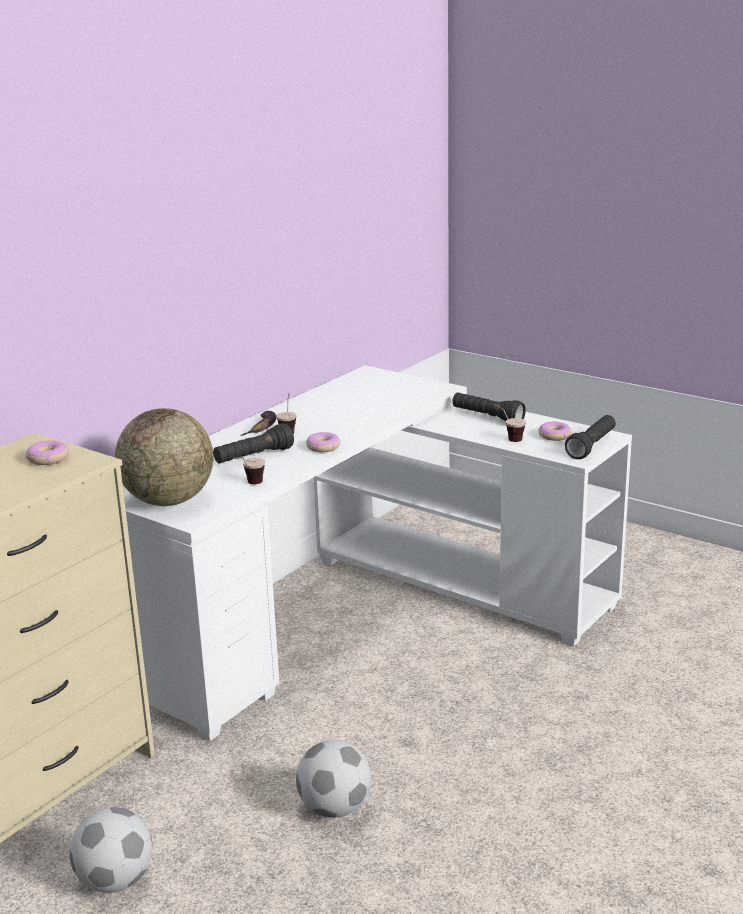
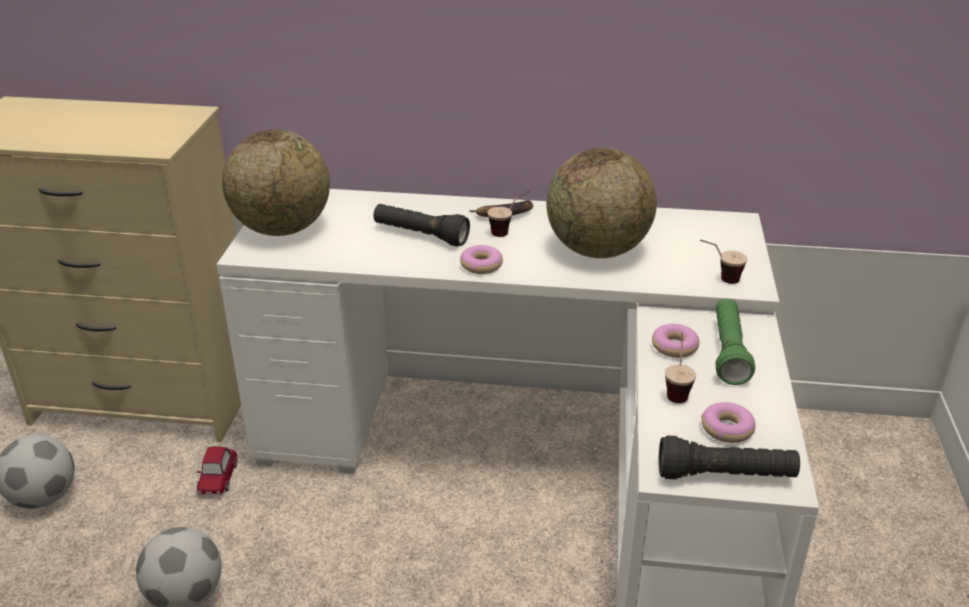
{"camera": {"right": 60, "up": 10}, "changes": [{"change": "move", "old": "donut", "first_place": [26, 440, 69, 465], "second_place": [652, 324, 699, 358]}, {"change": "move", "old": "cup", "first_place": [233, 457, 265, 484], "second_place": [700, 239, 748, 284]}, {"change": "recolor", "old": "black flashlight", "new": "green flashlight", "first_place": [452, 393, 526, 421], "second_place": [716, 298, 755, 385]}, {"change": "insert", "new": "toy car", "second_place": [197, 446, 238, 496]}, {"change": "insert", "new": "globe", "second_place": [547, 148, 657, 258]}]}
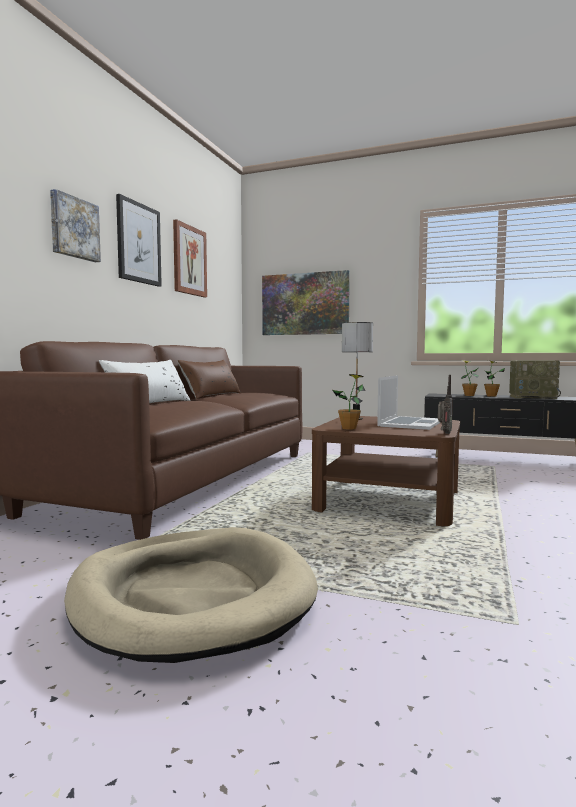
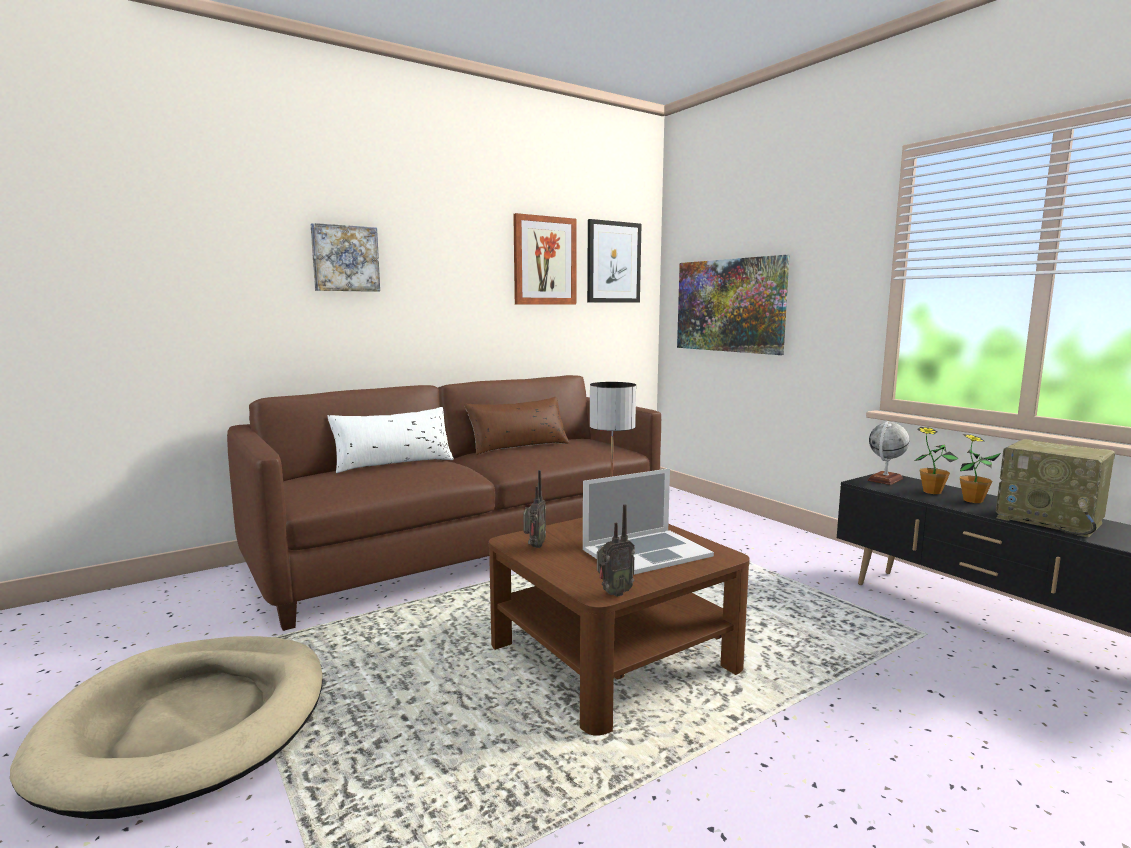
{"camera": {"right": 35, "up": 5}, "changes": [{"change": "move", "old": "picture", "first_place": [116, 194, 162, 287], "second_place": [587, 219, 641, 303]}, {"change": "replace", "old": "potted plant", "new": "radio", "first_place": [332, 374, 365, 430], "second_place": [523, 470, 546, 548]}, {"change": "insert", "new": "globe", "second_place": [867, 421, 910, 485]}]}
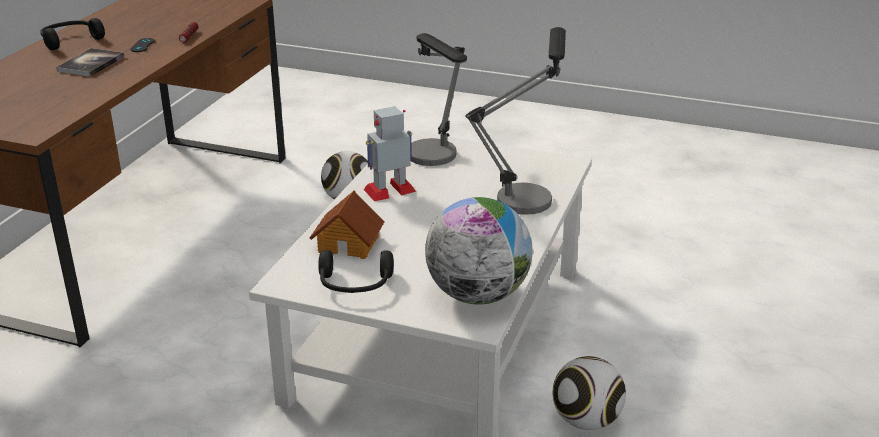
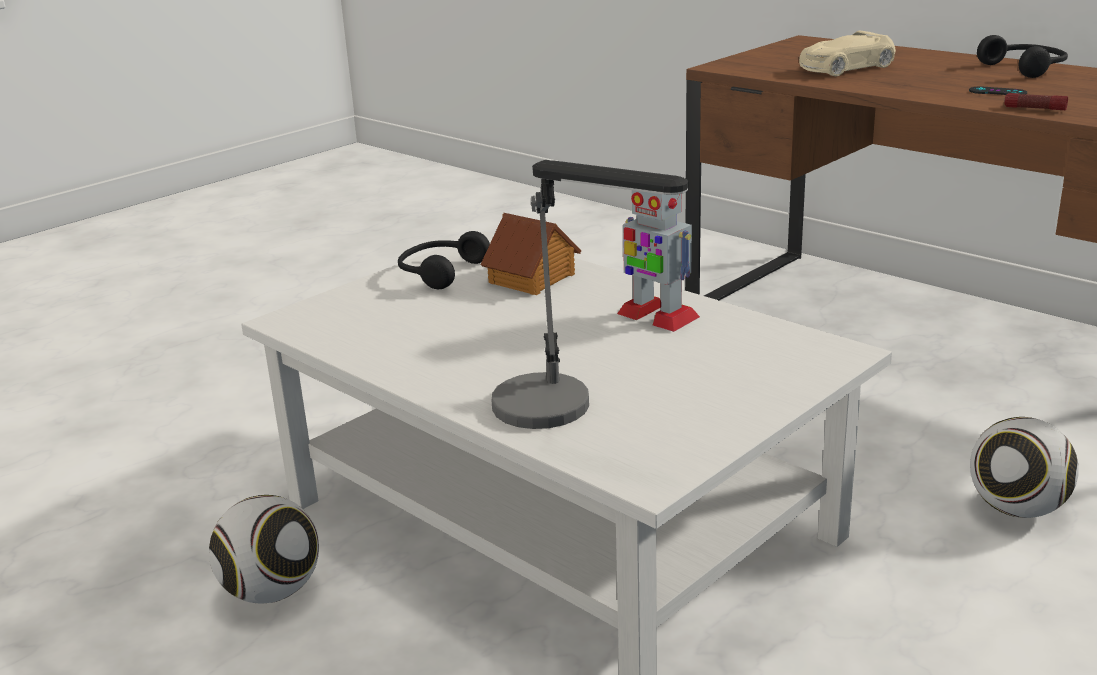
{"camera": {"right": 115, "up": -5}, "changes": [{"change": "delete", "old": "book", "first_place": [56, 48, 124, 77]}, {"change": "rotate", "old": "toy robot", "first_place": [364, 106, 416, 201], "second_place": [617, 190, 700, 332], "degrees": 135}, {"change": "delete", "old": "table lamp", "first_place": [411, 33, 467, 166]}, {"change": "delete", "old": "globe", "first_place": [425, 197, 532, 305]}, {"change": "insert", "new": "beige toy car", "second_place": [799, 31, 896, 76]}]}
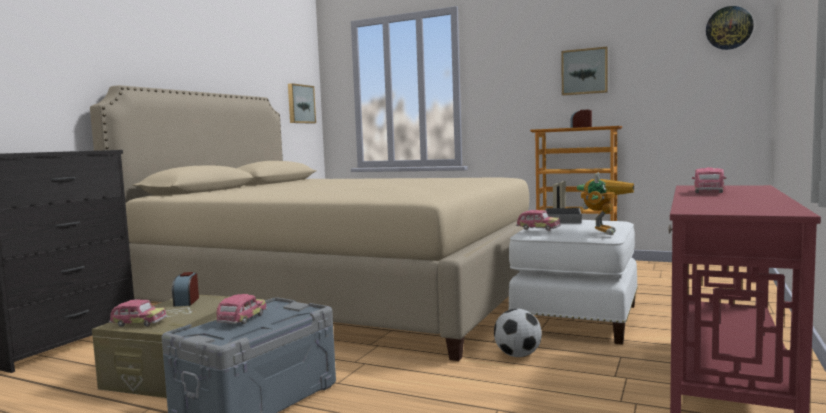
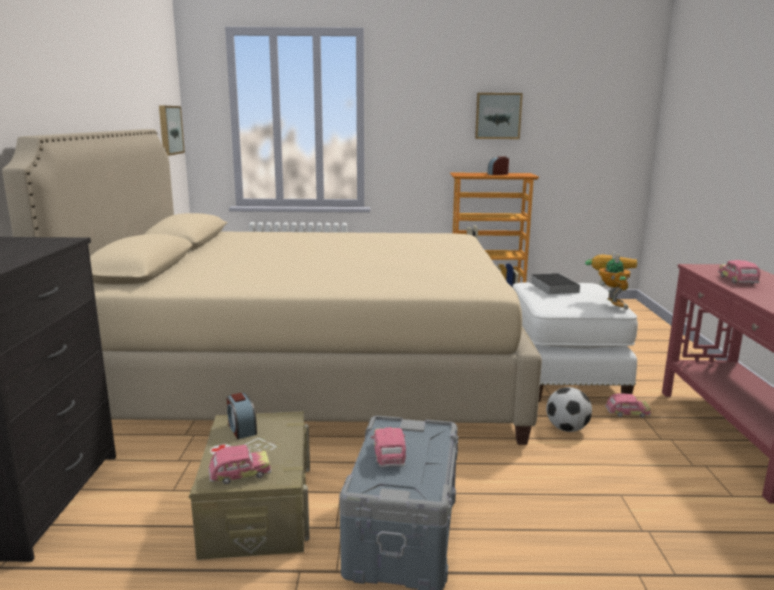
{"camera": {"right": -25, "up": 10}, "changes": [{"change": "move", "old": "toy car", "first_place": [516, 210, 560, 231], "second_place": [605, 393, 651, 418]}, {"change": "delete", "old": "wall clock", "first_place": [706, 6, 754, 50]}]}
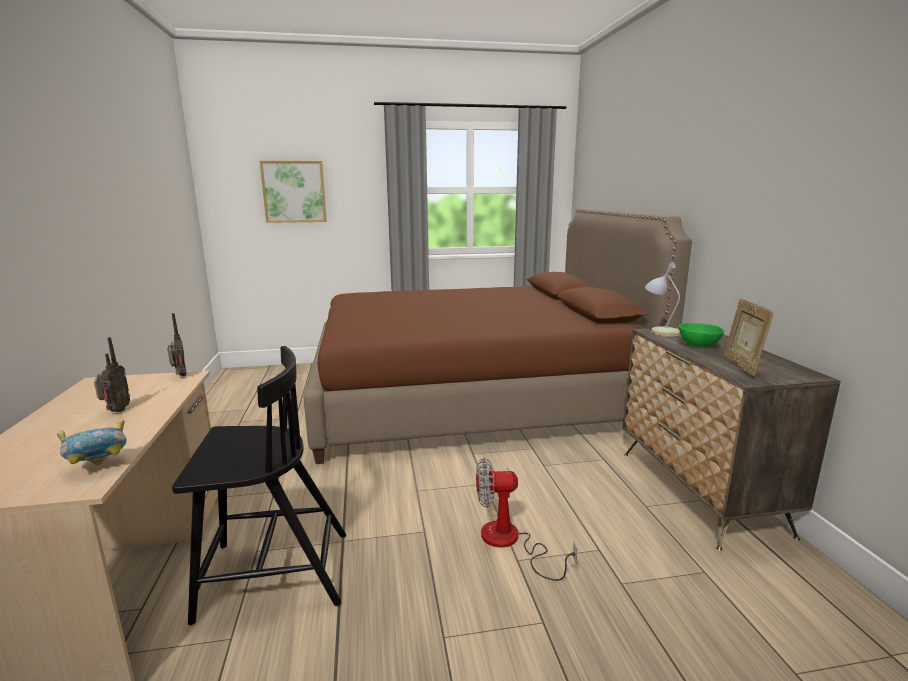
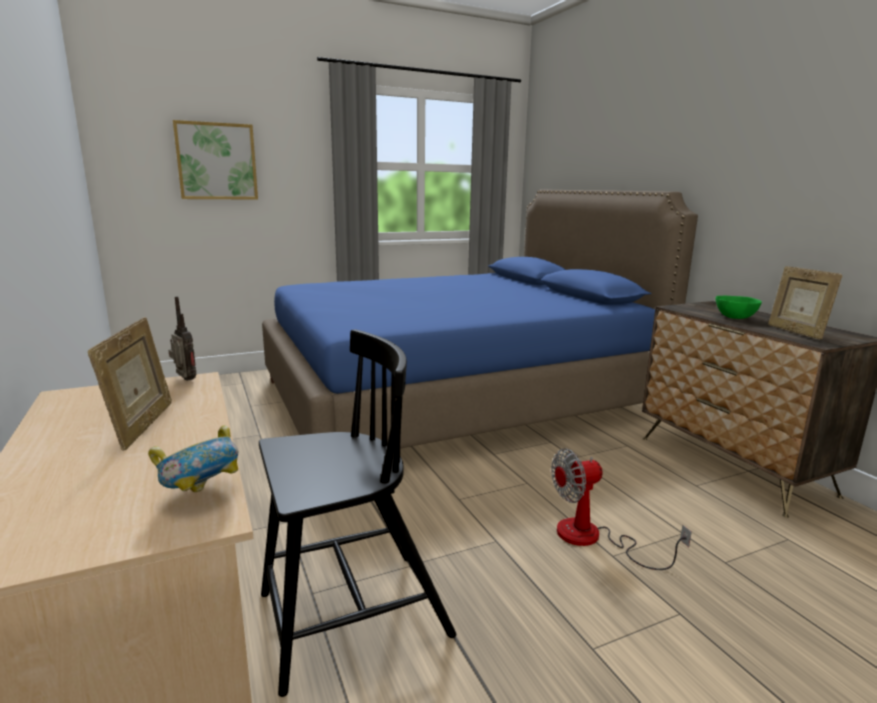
{"camera": {"right": -15, "up": 0}, "changes": [{"change": "replace", "old": "radio", "new": "picture frame", "first_place": [94, 337, 130, 412], "second_place": [88, 317, 172, 451]}, {"change": "recolor", "old": "brown bed", "new": "blue bed", "first_place": [303, 209, 692, 464], "second_place": [262, 190, 698, 448]}, {"change": "delete", "old": "table lamp", "first_place": [645, 261, 680, 337]}]}
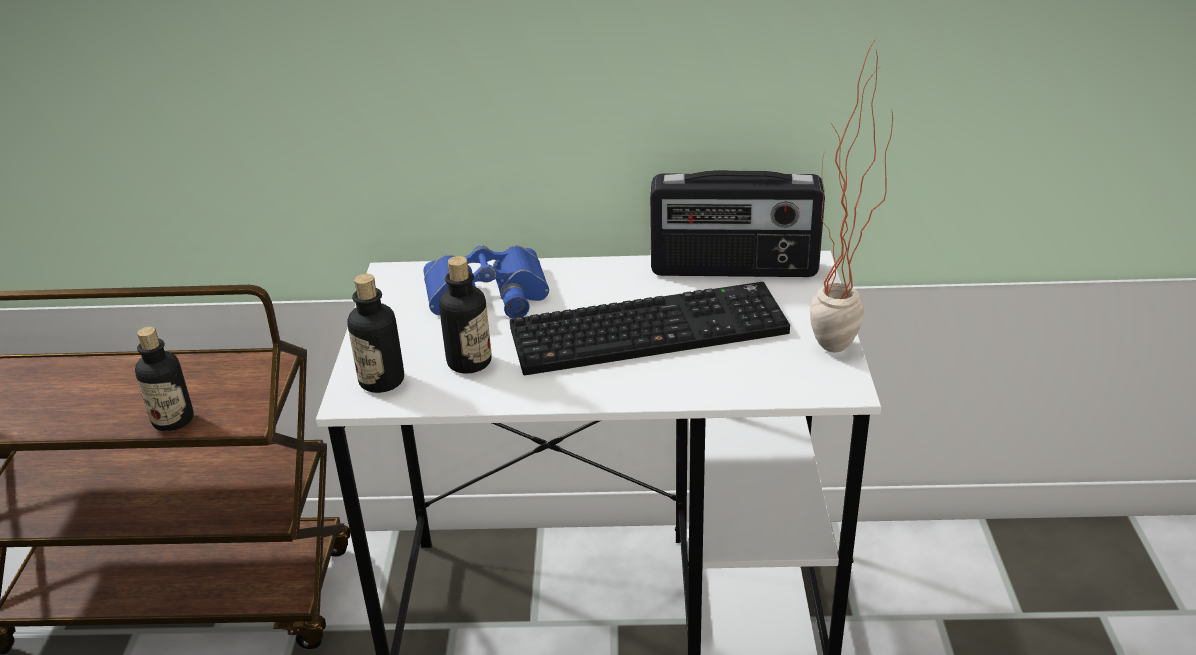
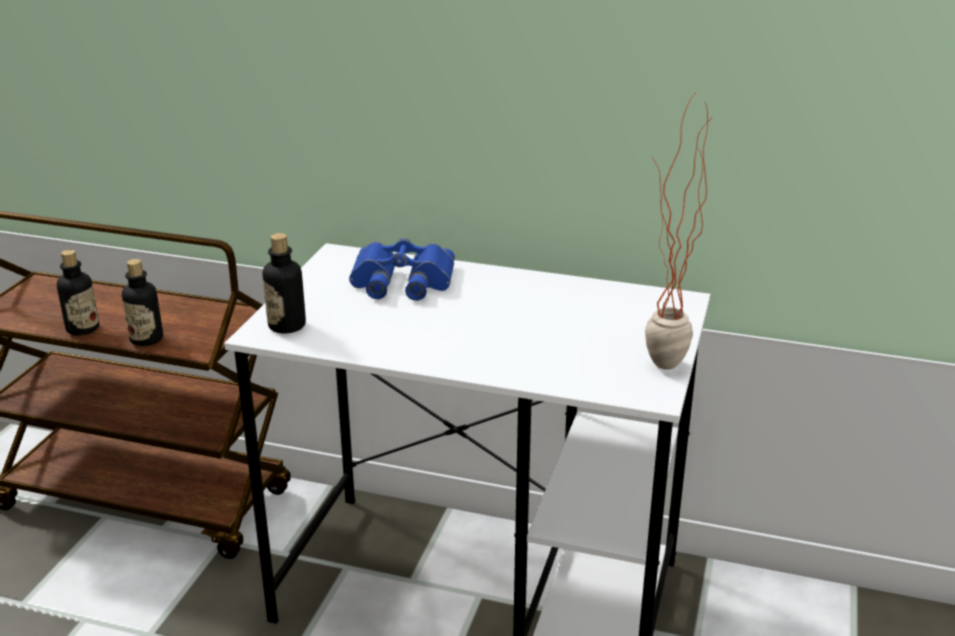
{"camera": {"right": 15, "up": -5}, "changes": [{"change": "move", "old": "bottle", "first_place": [439, 256, 492, 373], "second_place": [57, 250, 99, 335]}, {"change": "delete", "old": "keyboard", "first_place": [510, 282, 790, 375]}, {"change": "delete", "old": "radio", "first_place": [650, 170, 825, 277]}]}
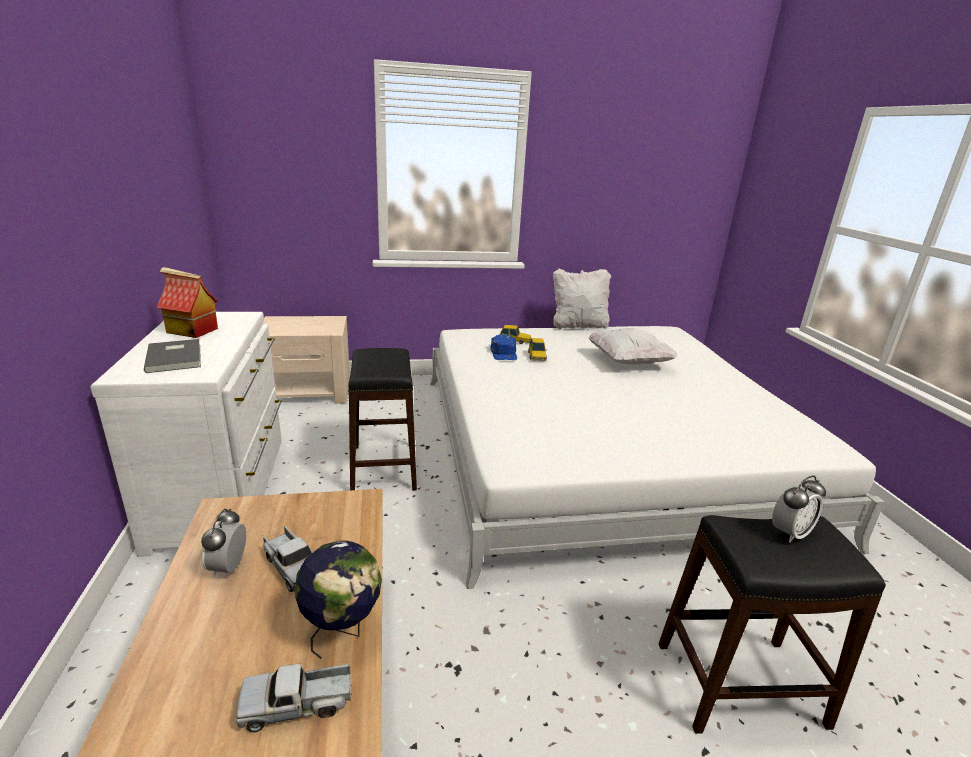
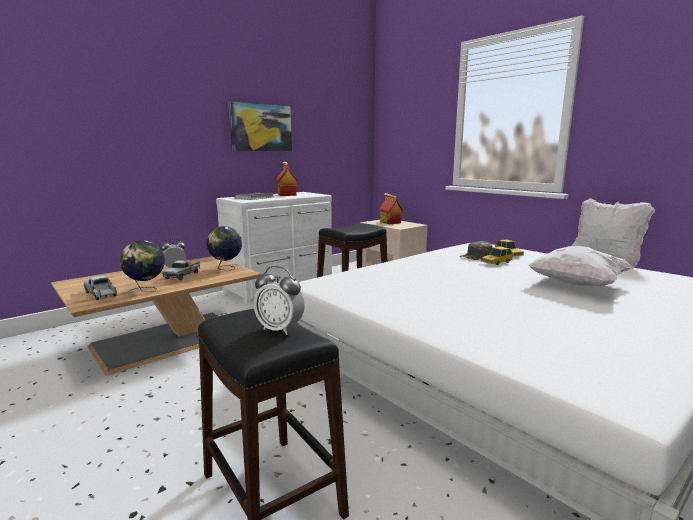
{"camera": {"right": 60, "up": -10}, "changes": [{"change": "recolor", "old": "blue cap", "new": "green cap", "first_place": [490, 334, 517, 360], "second_place": [459, 241, 492, 260]}, {"change": "insert", "new": "globe", "second_place": [207, 226, 242, 271]}, {"change": "insert", "new": "picture", "second_place": [229, 101, 292, 151]}, {"change": "insert", "new": "toy house", "second_place": [379, 193, 404, 224]}]}
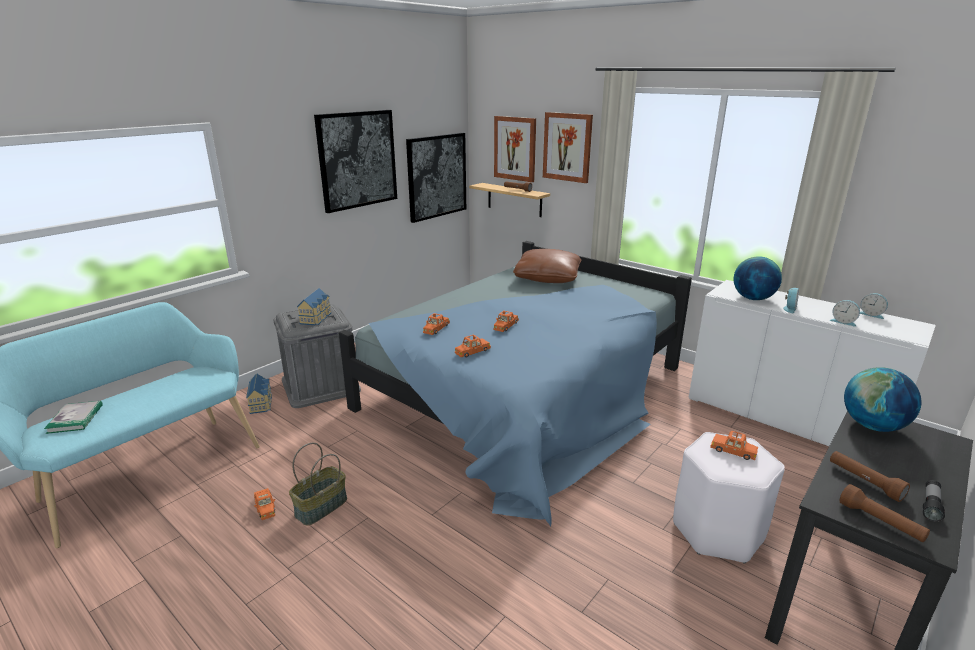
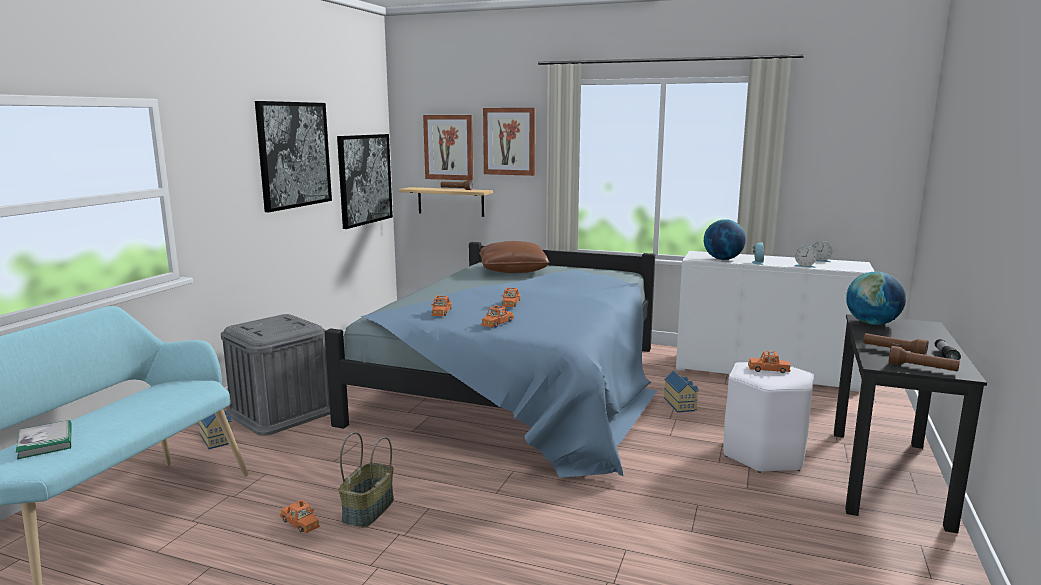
{"camera": {"right": -20, "up": -10}, "changes": [{"change": "move", "old": "toy house", "first_place": [297, 288, 331, 325], "second_place": [664, 370, 699, 412]}]}
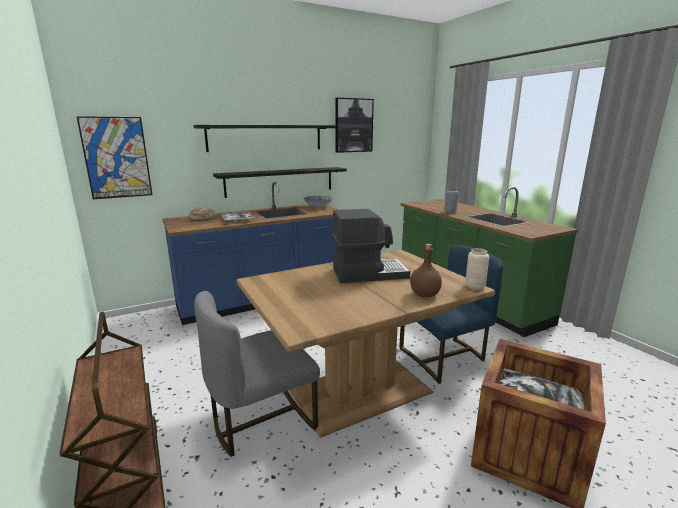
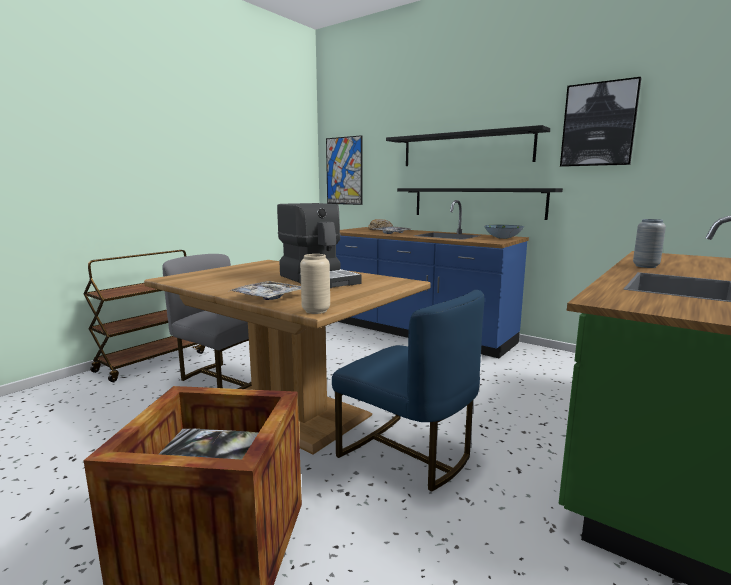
{"camera": {"right": 65, "up": -5}, "changes": [{"change": "replace", "old": "brown bottle", "new": "tray", "first_place": [410, 244, 442, 297], "second_place": [230, 281, 301, 300]}]}
